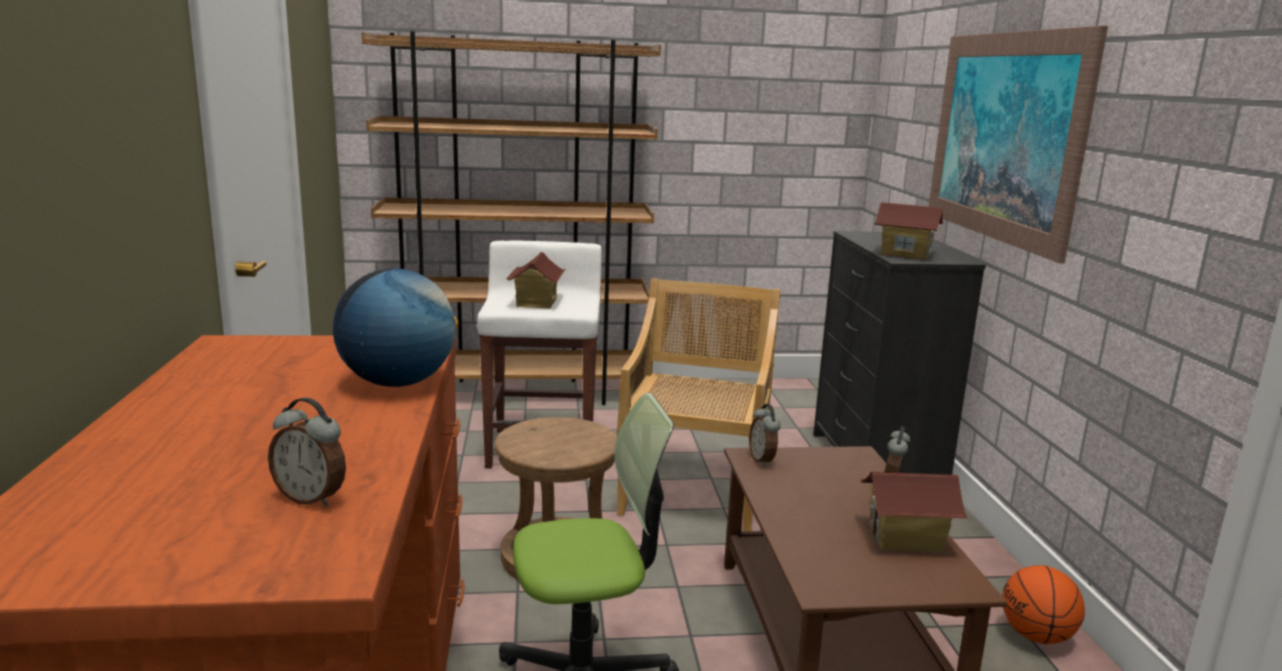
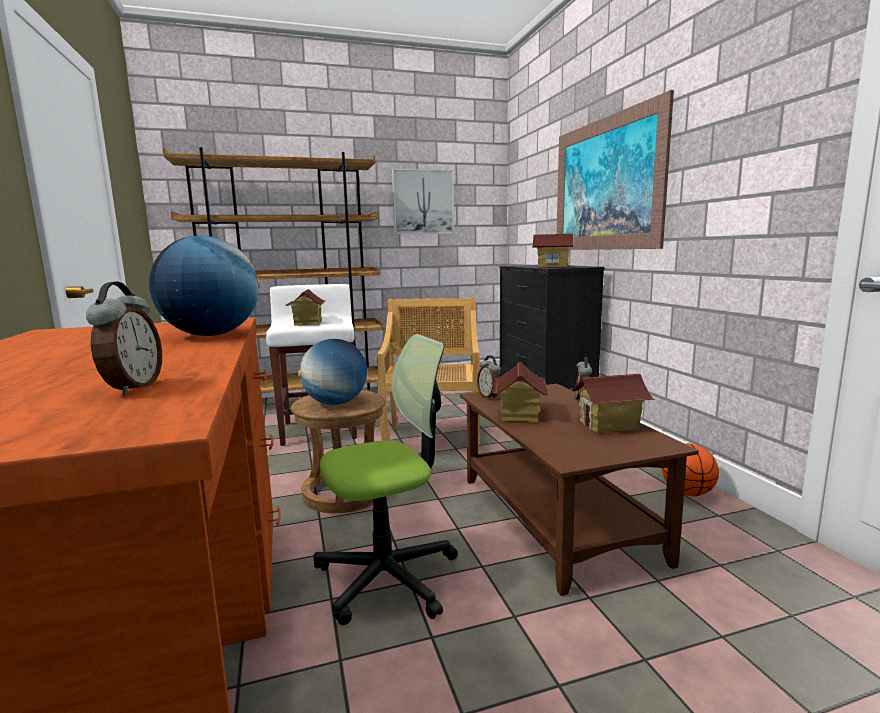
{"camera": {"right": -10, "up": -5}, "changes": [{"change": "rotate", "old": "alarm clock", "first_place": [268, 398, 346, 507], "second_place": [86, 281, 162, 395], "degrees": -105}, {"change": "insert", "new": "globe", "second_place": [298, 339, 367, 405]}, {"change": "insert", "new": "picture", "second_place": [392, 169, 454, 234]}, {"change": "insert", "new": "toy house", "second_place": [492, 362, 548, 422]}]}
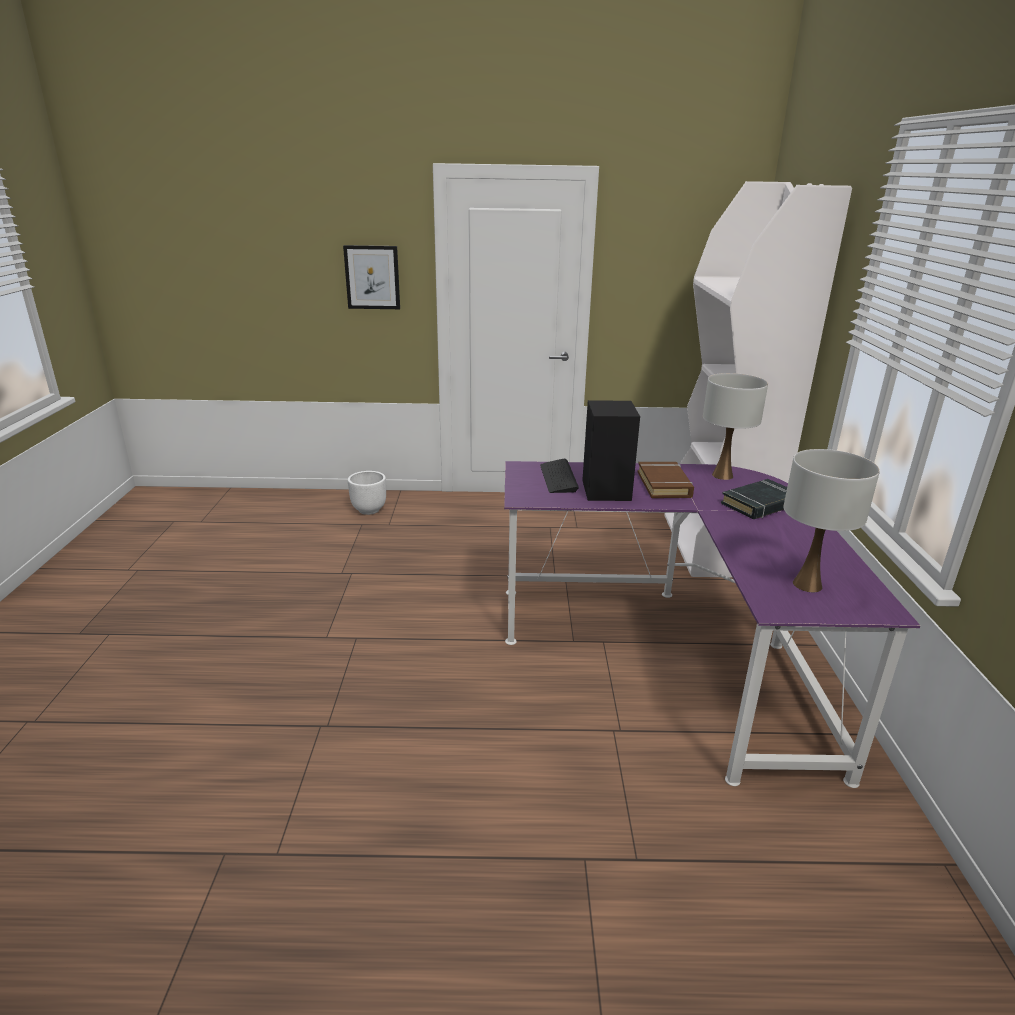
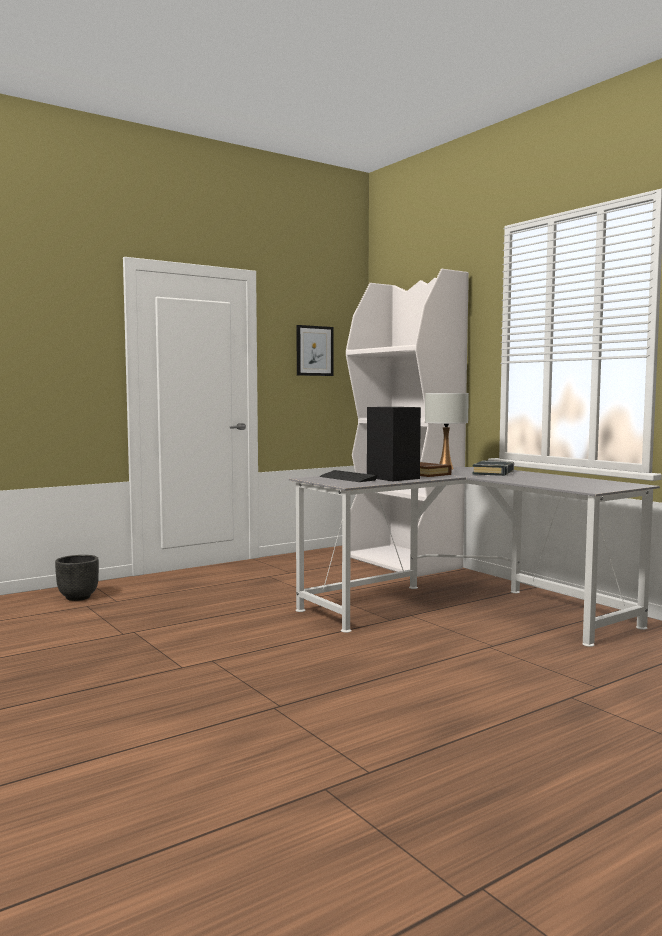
{"camera": {"right": -35, "up": -20}, "changes": [{"change": "move", "old": "picture", "first_place": [343, 245, 400, 309], "second_place": [297, 325, 333, 376]}, {"change": "recolor", "old": "white planter", "new": "black planter", "first_place": [348, 471, 386, 515], "second_place": [55, 555, 99, 601]}, {"change": "recolor", "old": "purple desk", "new": "grey desk", "first_place": [504, 461, 921, 788], "second_place": [289, 467, 660, 647]}, {"change": "delete", "old": "white table lamp", "first_place": [784, 449, 880, 592]}]}
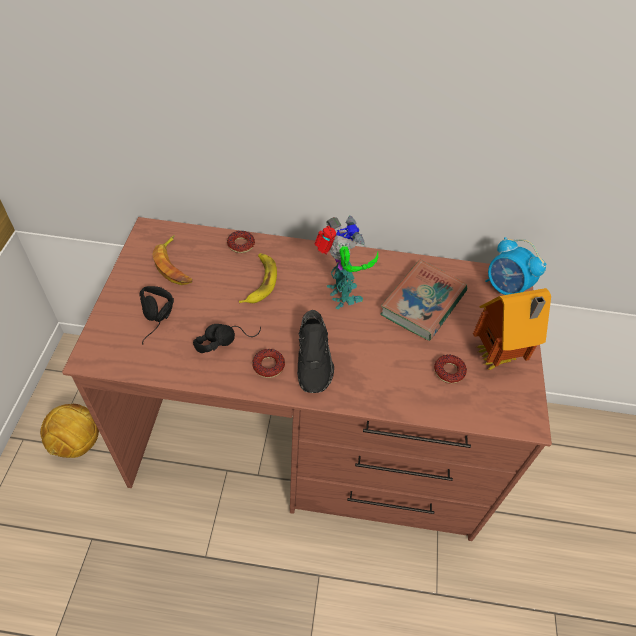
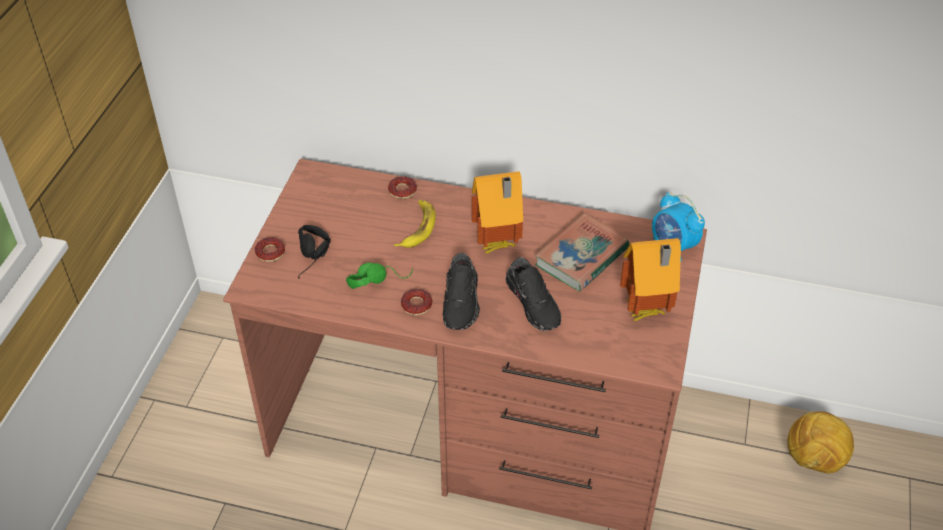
{"camera": {"right": 10, "up": -5}, "changes": [{"change": "move", "old": "football", "first_place": [40, 404, 99, 458], "second_place": [787, 411, 854, 473]}, {"change": "delete", "old": "banana", "first_place": [152, 235, 192, 285]}, {"change": "recolor", "old": "black headphones", "new": "green headphones", "first_place": [193, 324, 261, 353], "second_place": [346, 263, 413, 289]}, {"change": "replace", "old": "toy robot", "new": "toy house", "first_place": [315, 215, 378, 309], "second_place": [471, 171, 523, 254]}, {"change": "move", "old": "donut", "first_place": [434, 355, 467, 384], "second_place": [255, 237, 285, 262]}, {"change": "insert", "new": "black shoe", "second_place": [505, 257, 561, 331]}]}
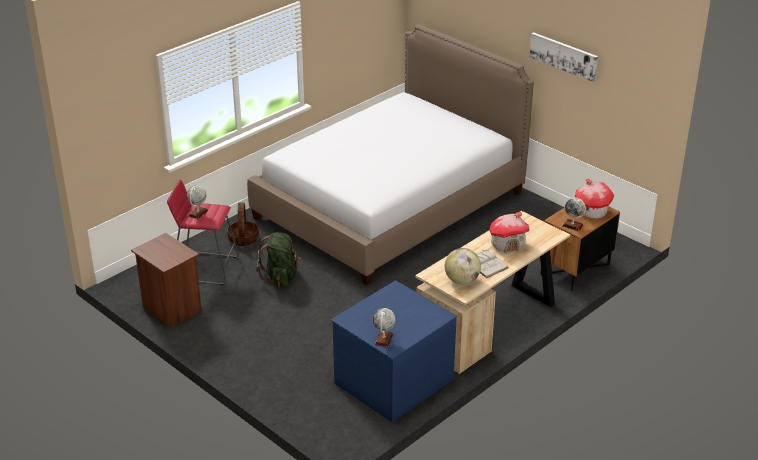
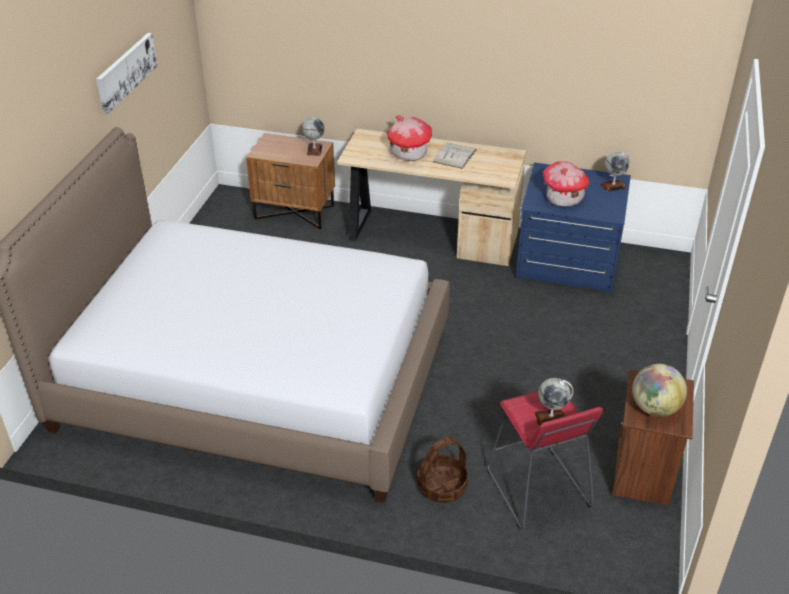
{"camera": {"right": -120, "up": 5}, "changes": [{"change": "delete", "old": "green backpack", "first_place": [256, 232, 301, 287]}, {"change": "move", "old": "globe", "first_place": [445, 248, 481, 285], "second_place": [632, 364, 687, 417]}, {"change": "move", "old": "toy house", "first_place": [575, 179, 614, 219], "second_place": [543, 161, 589, 207]}]}
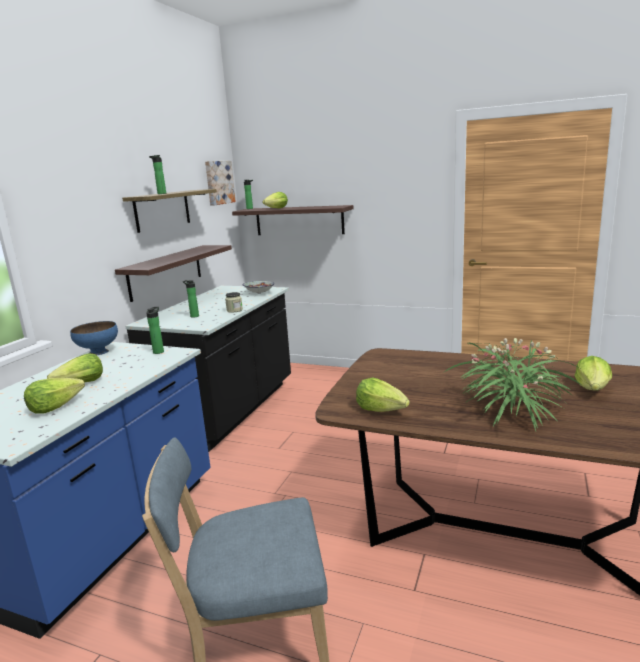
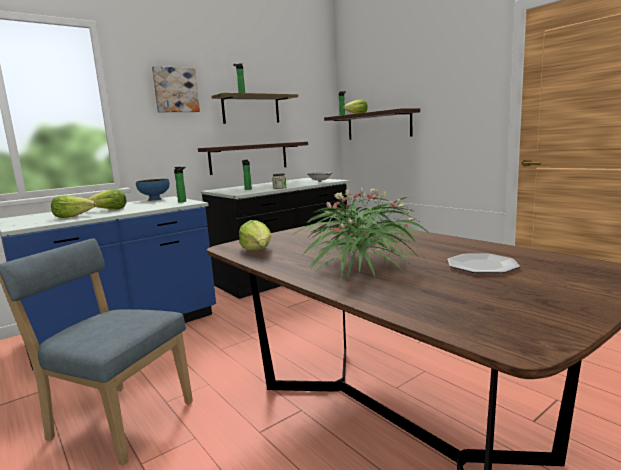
{"camera": {"right": 30, "up": -5}, "changes": [{"change": "move", "old": "picture", "first_place": [205, 161, 236, 206], "second_place": [152, 66, 200, 112]}, {"change": "replace", "old": "lettuce", "new": "plate", "first_place": [575, 356, 612, 391], "second_place": [447, 254, 520, 273]}]}
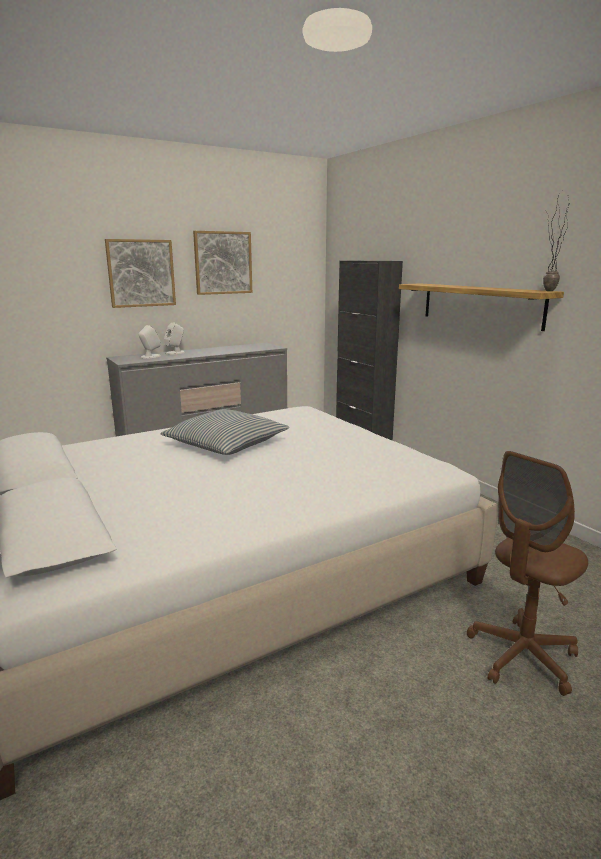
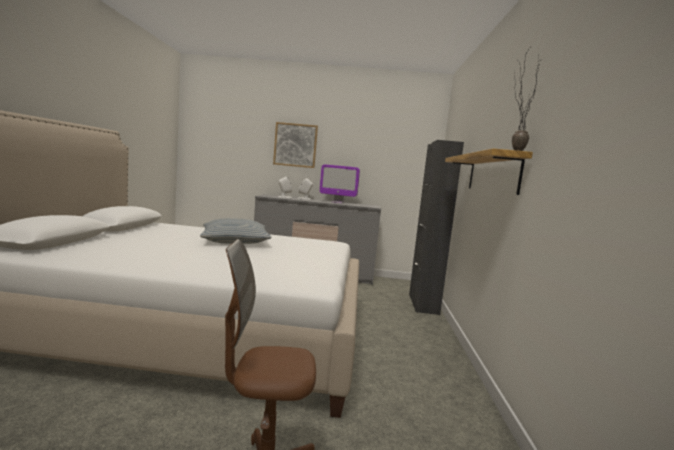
{"camera": {"right": 35, "up": -10}, "changes": [{"change": "delete", "old": "picture", "first_place": [193, 231, 252, 295]}, {"change": "insert", "new": "monitor", "second_place": [319, 164, 360, 203]}]}
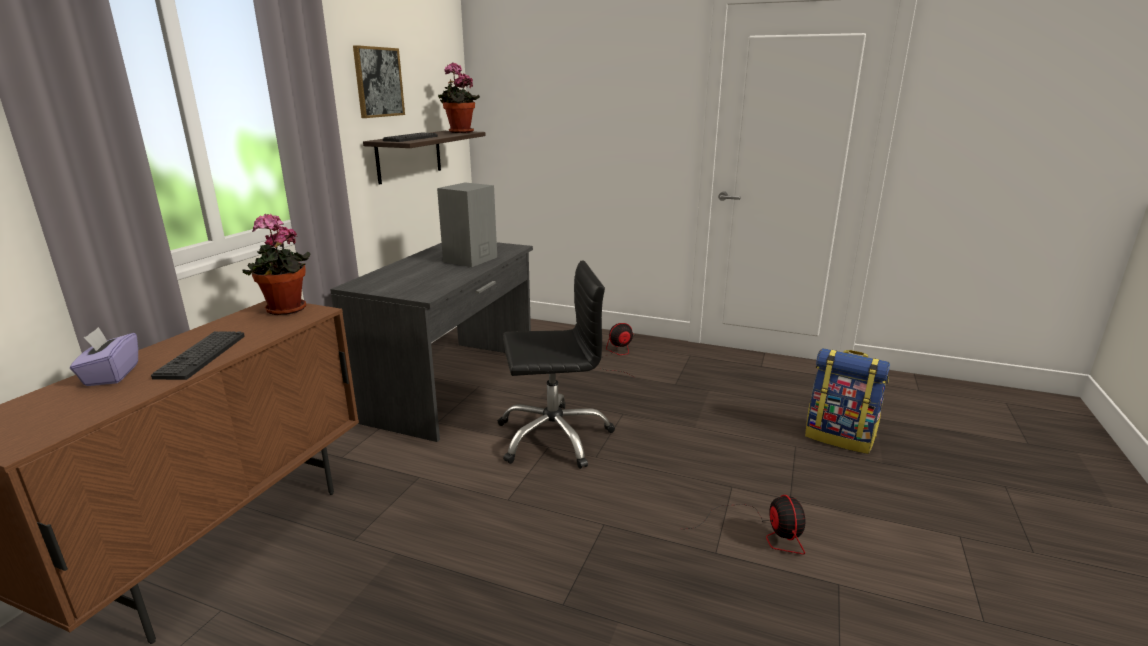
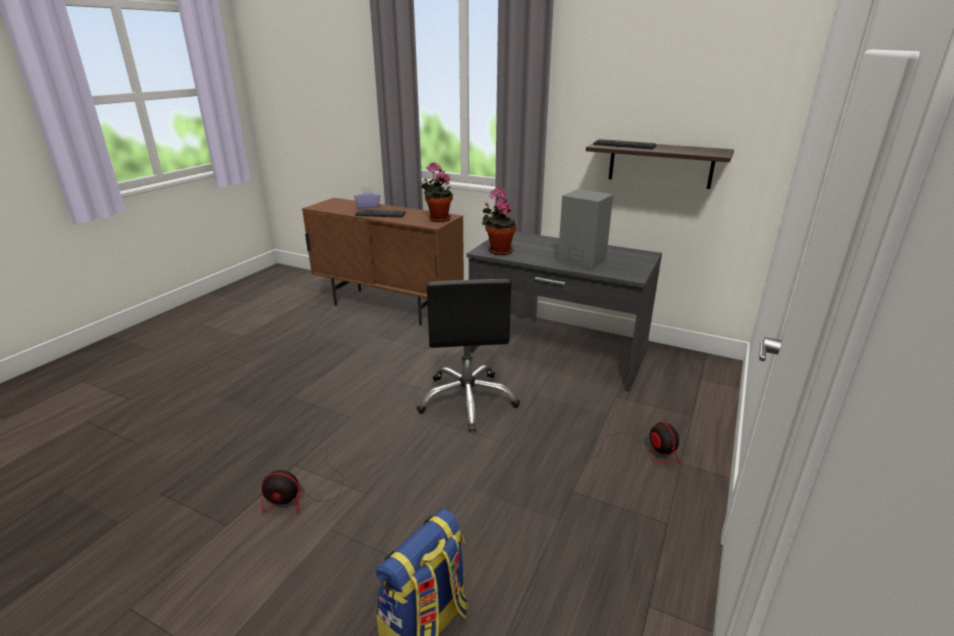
{"camera": {"right": 95, "up": 5}, "changes": [{"change": "delete", "old": "picture", "first_place": [353, 45, 405, 118]}, {"change": "move", "old": "potted plant", "first_place": [438, 63, 480, 133], "second_place": [482, 188, 517, 255]}]}
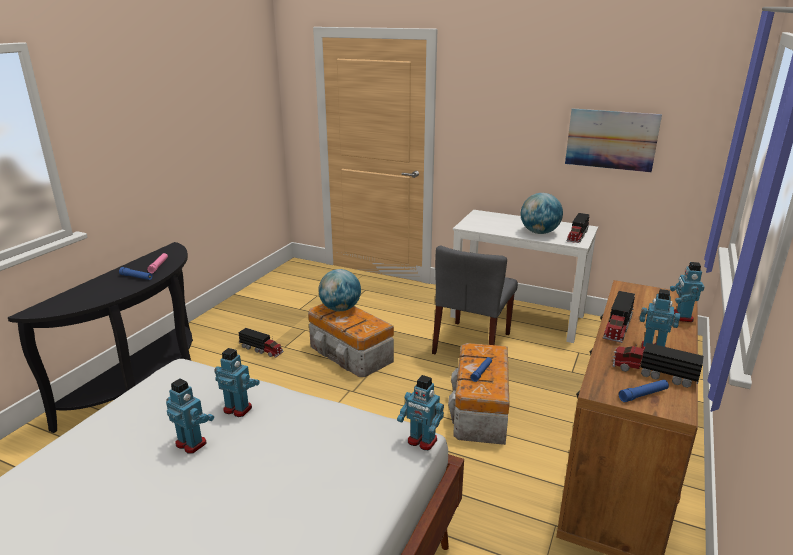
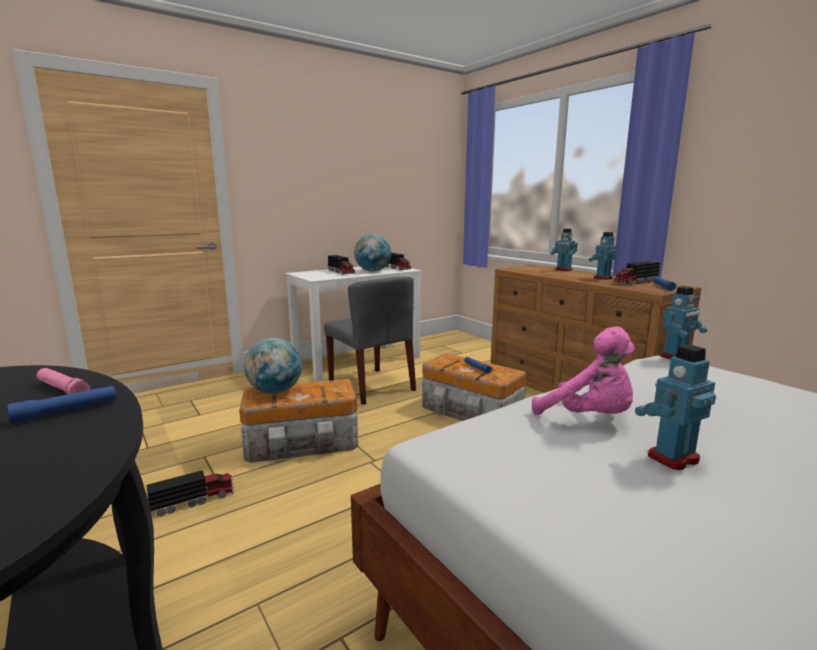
{"camera": {"right": -60, "up": -10}, "changes": [{"change": "replace", "old": "toy robot", "new": "pink plush toy", "first_place": [214, 348, 260, 417], "second_place": [532, 326, 635, 415]}, {"change": "delete", "old": "picture", "first_place": [565, 108, 662, 172]}, {"change": "move", "old": "toy truck", "first_place": [603, 291, 635, 343], "second_place": [328, 255, 355, 275]}]}
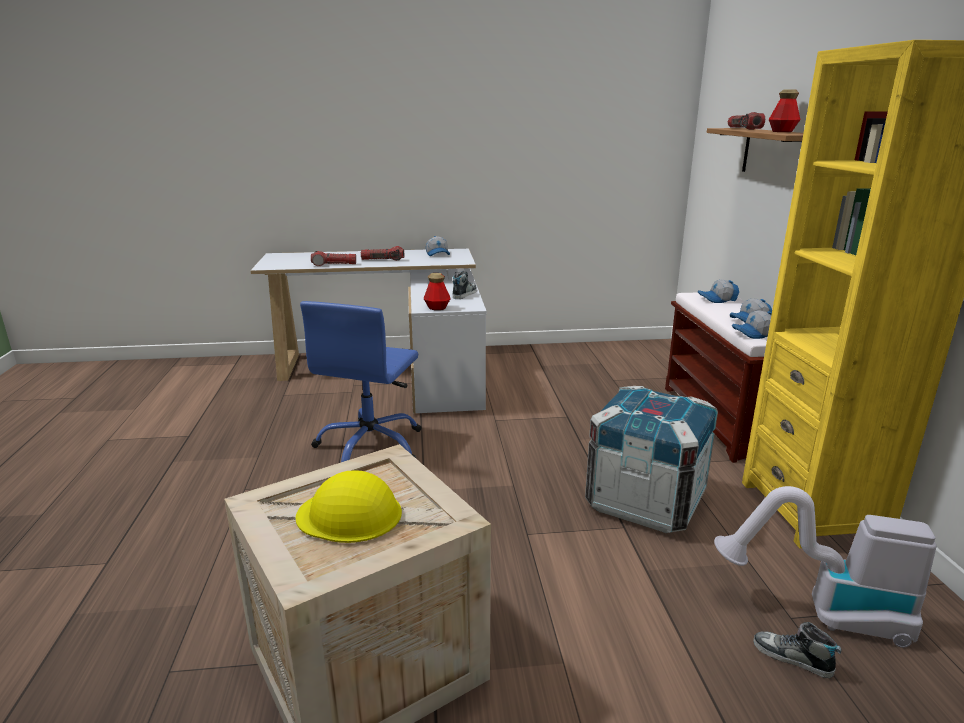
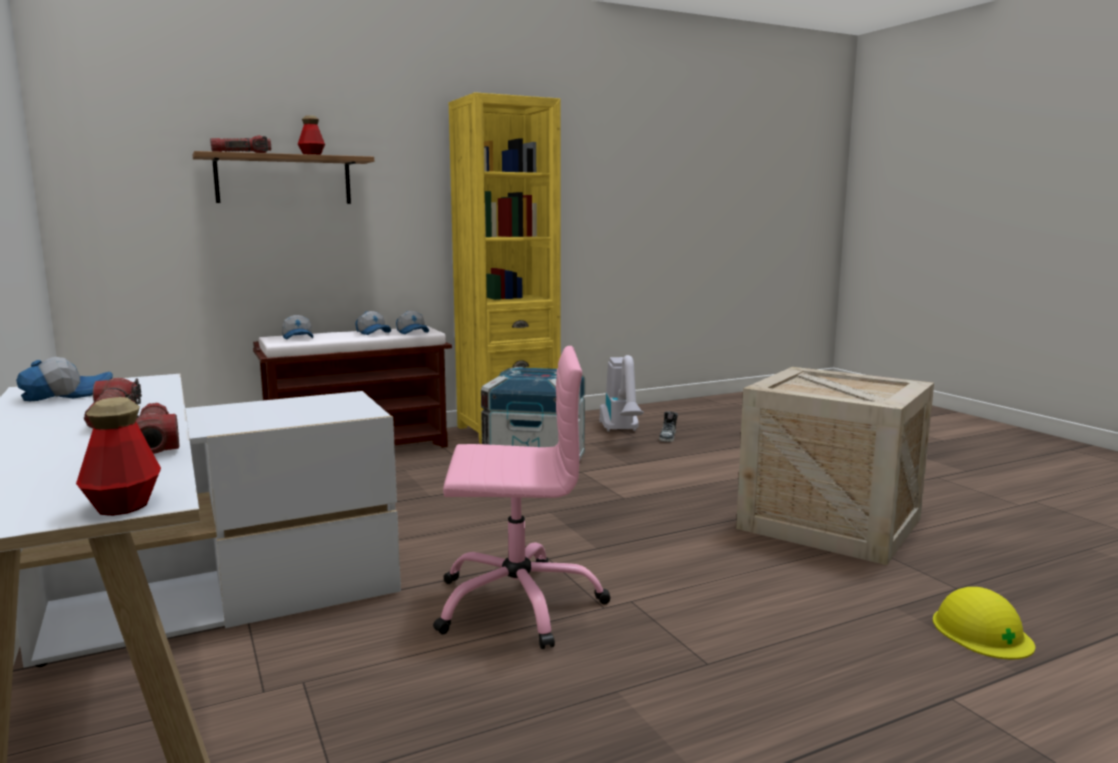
{"camera": {"right": -110, "up": -10}, "changes": [{"change": "move", "old": "yellow hard hat", "first_place": [295, 470, 402, 543], "second_place": [933, 587, 1035, 659]}, {"change": "recolor", "old": "blue office chair", "new": "pink office chair", "first_place": [300, 301, 422, 462], "second_place": [433, 346, 611, 649]}, {"change": "move", "old": "bottle", "first_place": [424, 273, 450, 310], "second_place": [76, 397, 161, 516]}, {"change": "delete", "old": "shoe", "first_place": [453, 271, 477, 299]}]}
